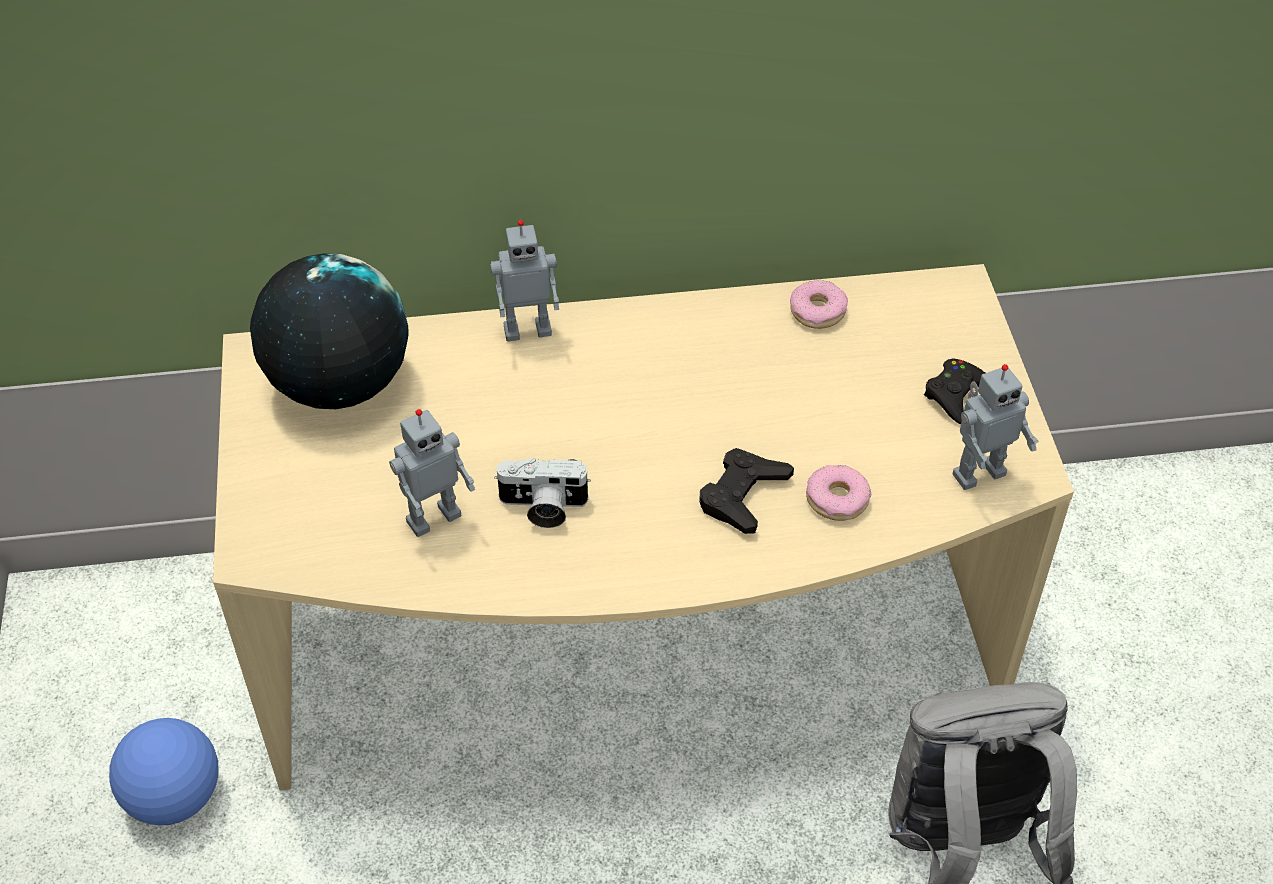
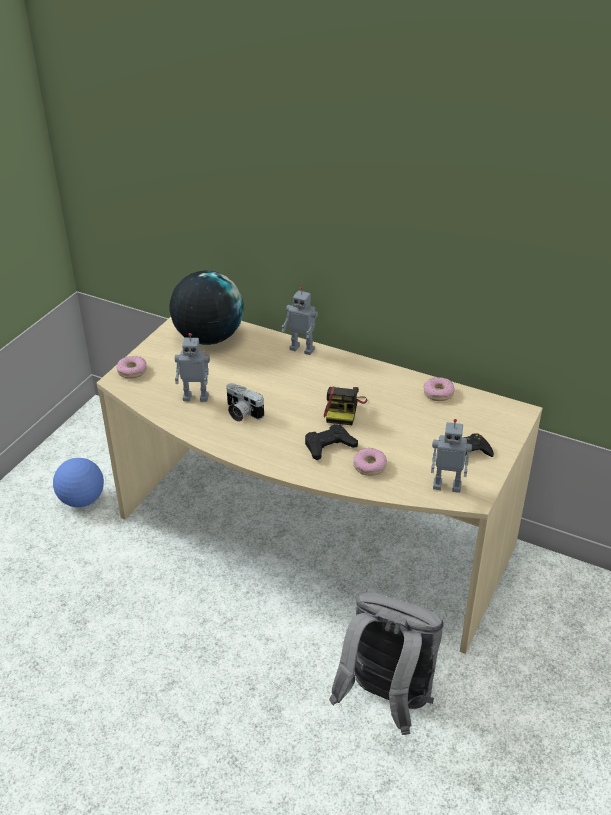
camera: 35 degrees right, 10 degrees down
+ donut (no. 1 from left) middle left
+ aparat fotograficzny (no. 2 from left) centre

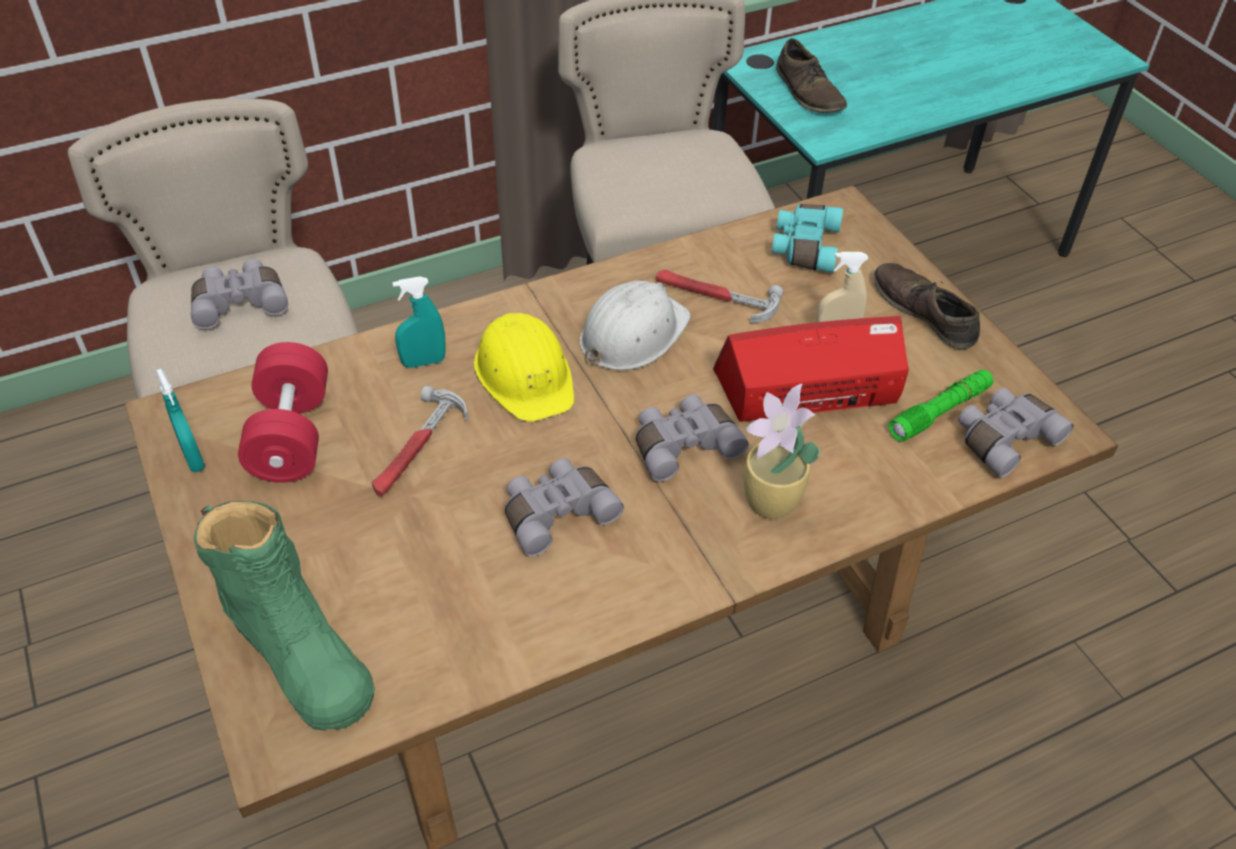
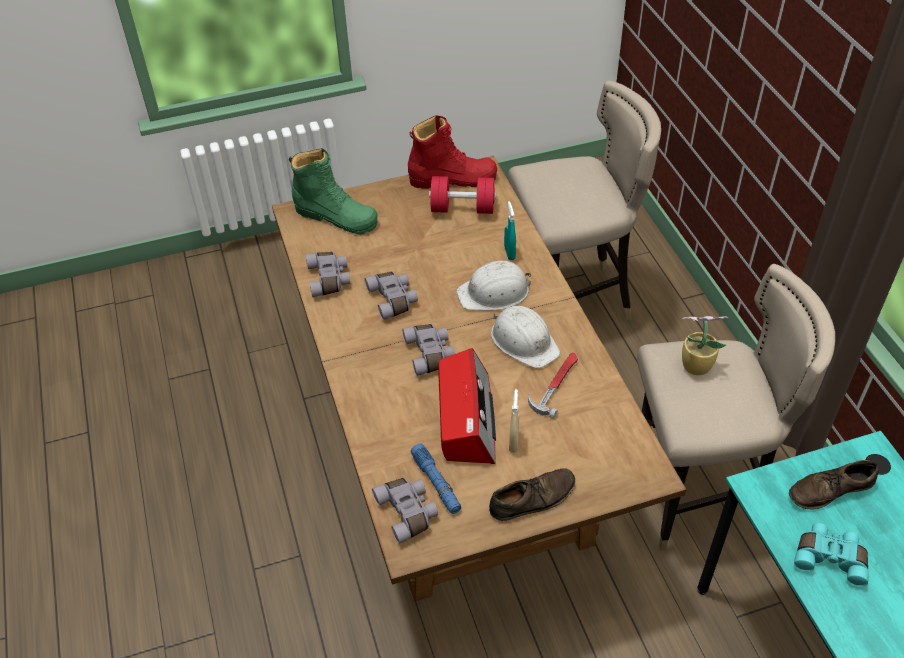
camera: 100 degrees right, 0 degrees up
~ spryskiwacz [turkusowy] (no. 1 from left) middle left to but z cholewką [czerwony] top centre
~ lornetka [szary] (no. 1 from left) middle left to centre
~ but z cholewką [zielony] bottom left = top centre 120 degrees counterclockwise
- młotek (no. 1 from left) centre
~ kask [żółty] centre to kask [biały] (no. 1 from left) centre
~ roślina doniczkowa centre to middle right
~ lornetka [turkusowy] top centre to bottom right
~ latarka [zielony] middle right to latarka [niebieski] bottom centre

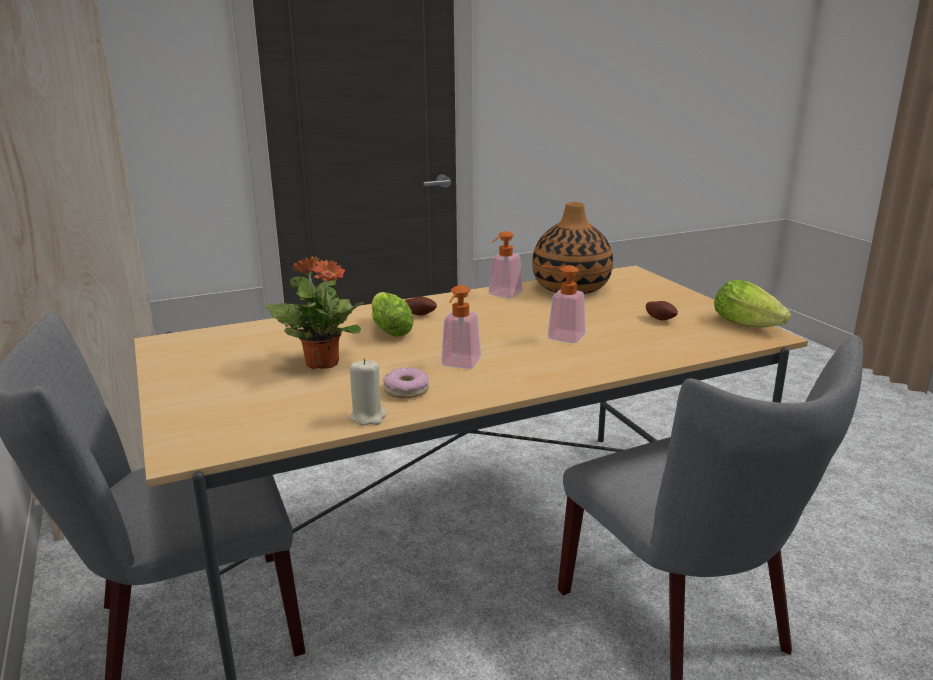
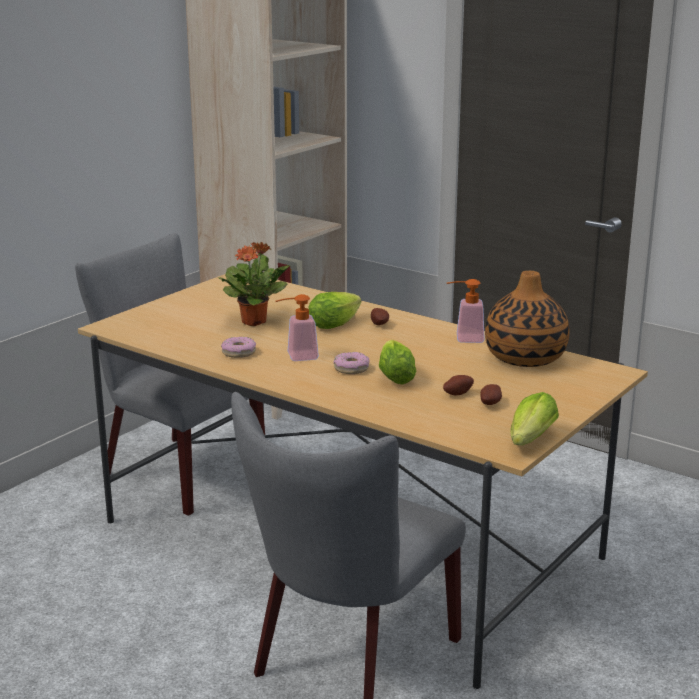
camera: 60 degrees right, 0 degrees up
- świeca [beżowy] centre
~ dozownik mydła (no. 3 from left) centre to sałata (no. 2 from left) centre
+ donut (no. 2 from left) centre
+ ziemniak (no. 2 from left) centre

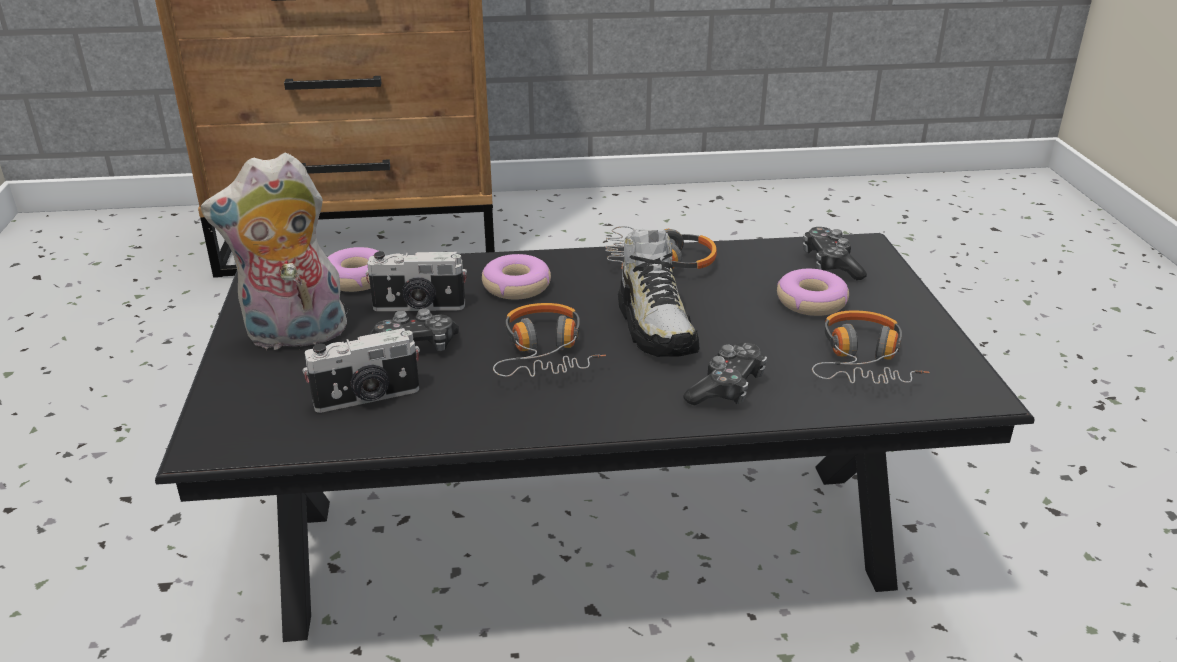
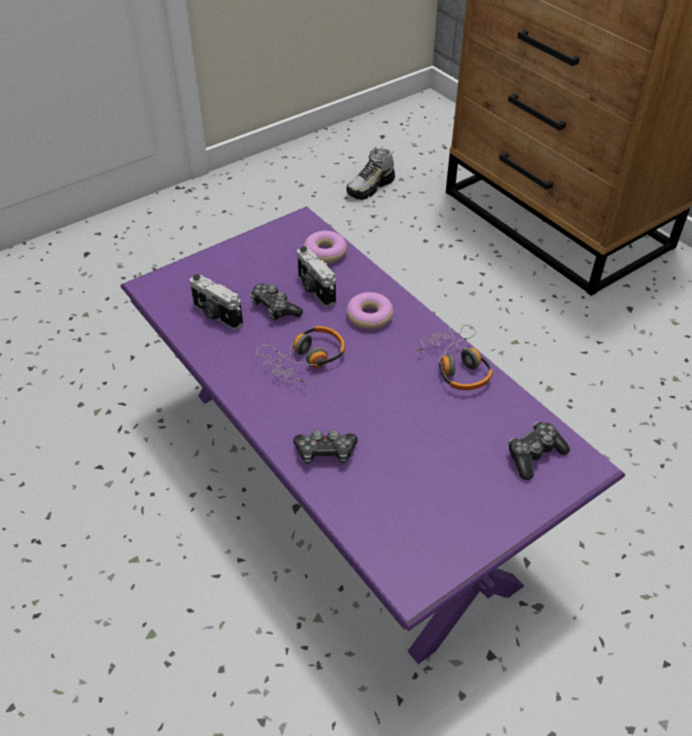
camera: 60 degrees right, 15 degrees up
~ ława [czarny] centre to ława [fioletowy] centre
- pluszak middle left
~ but centre to top centre
- donut (no. 3 from left) middle right
- słuchawki (no. 3 from left) middle right

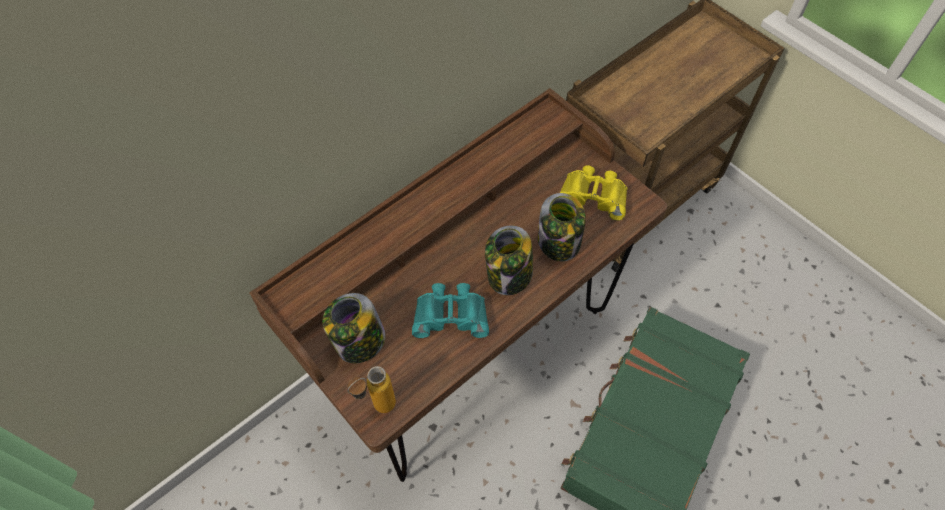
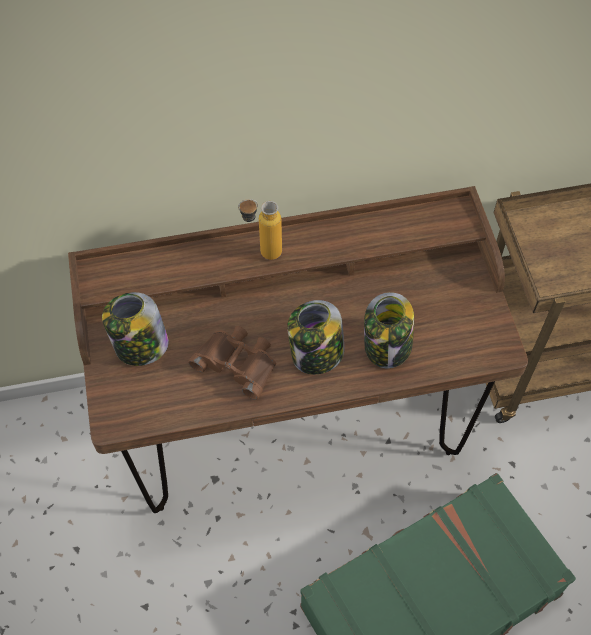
camera: 30 degrees right, 0 degrees up
~ butelka bottom centre to centre
~ lornetka [turkusowy] centre to lornetka [brązowy] centre
- lornetka [żółty] centre

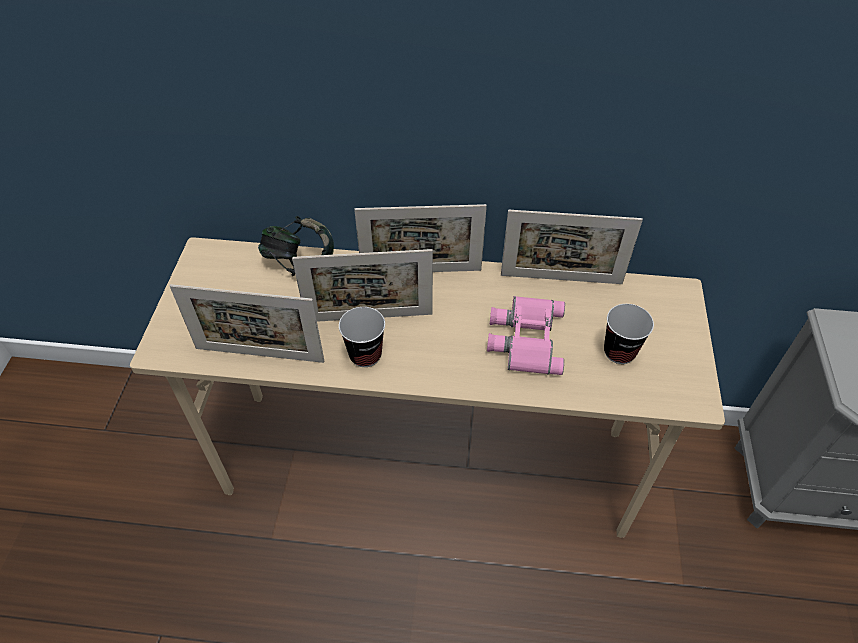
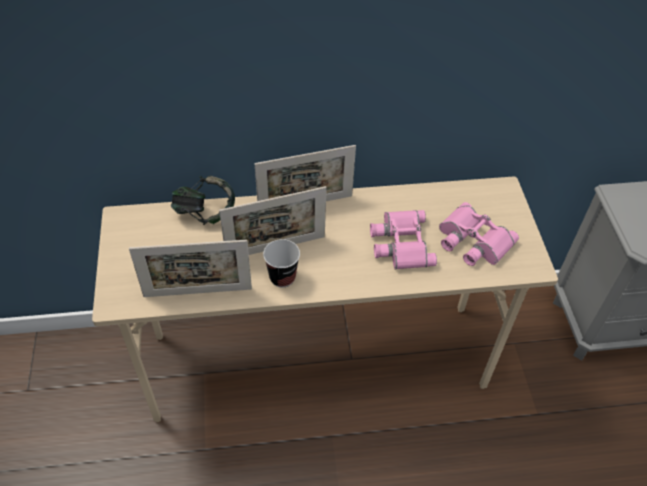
camera: 15 degrees left, 0 degrees up
- ramka na zdjęcie (no. 4 from left) middle right
~ filiżanka (no. 2 from left) middle right to lornetka [różowy] (no. 2 from left) middle right

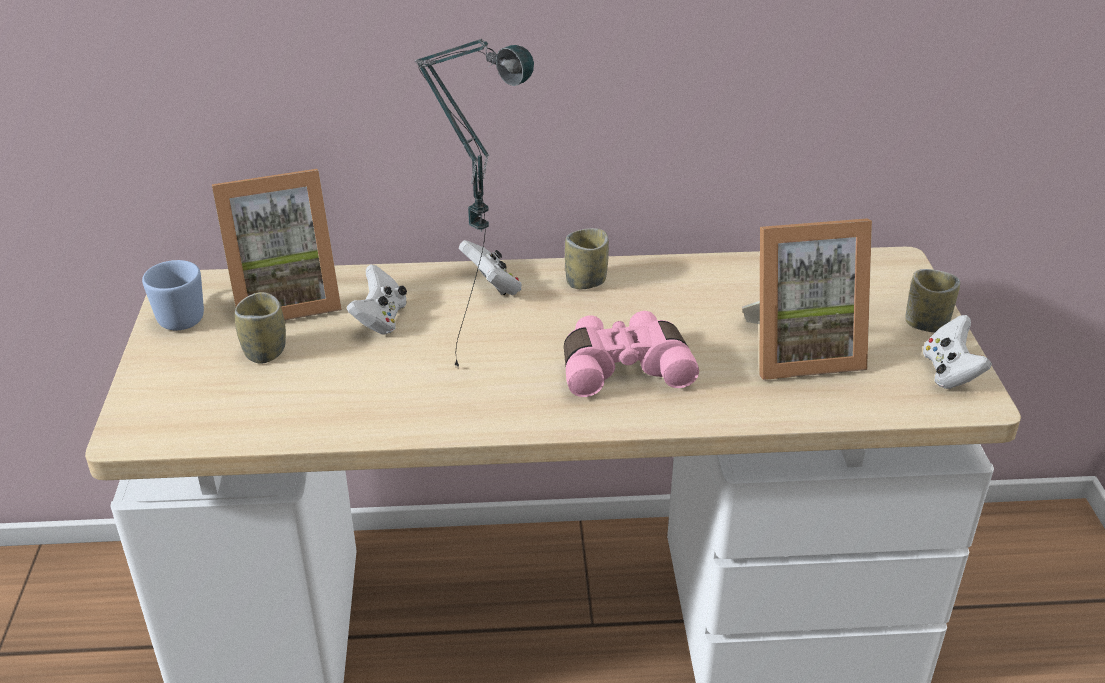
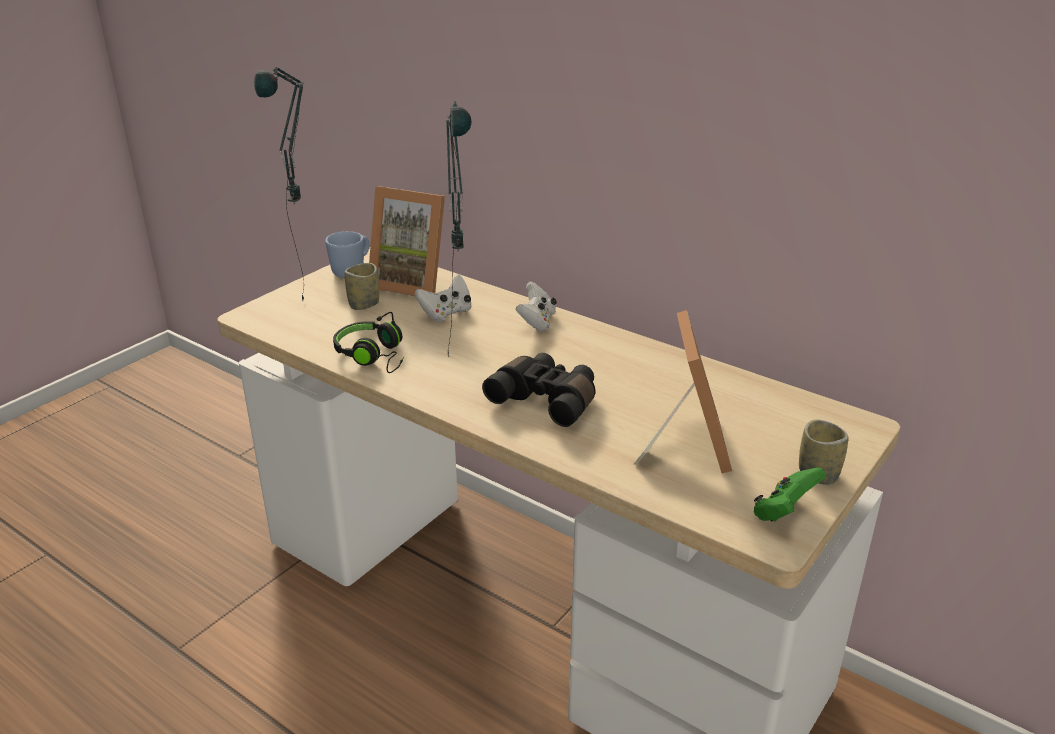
camera: 40 degrees right, 5 degrees down
~ lornetka [różowy] centre to lornetka [czarny] centre
- filiżanka (no. 2 from left) centre
~ ramka na zdjęcie (no. 2 from left) middle right = centre 120 degrees counterclockwise
~ pad do gier [biały] (no. 3 from left) middle right to pad do gier [zielony] bottom right
+ lampa stołowa (no. 1 from left) top left
+ słuchawki [czarny] centre

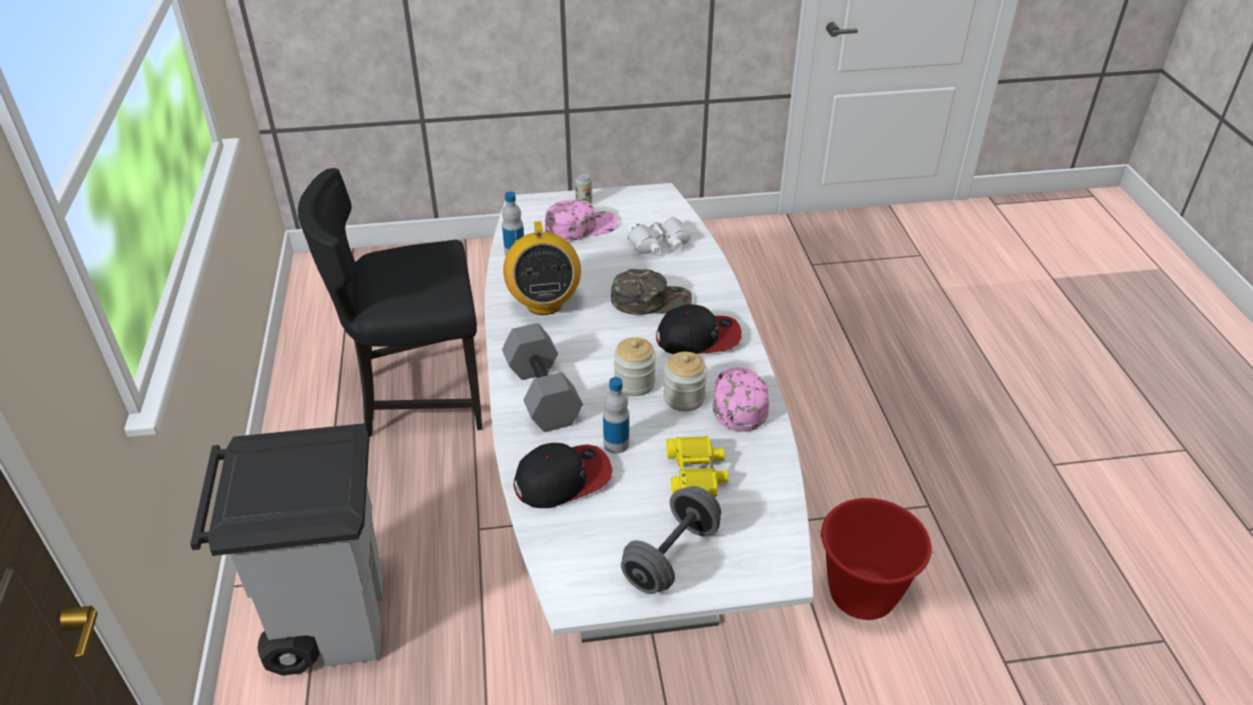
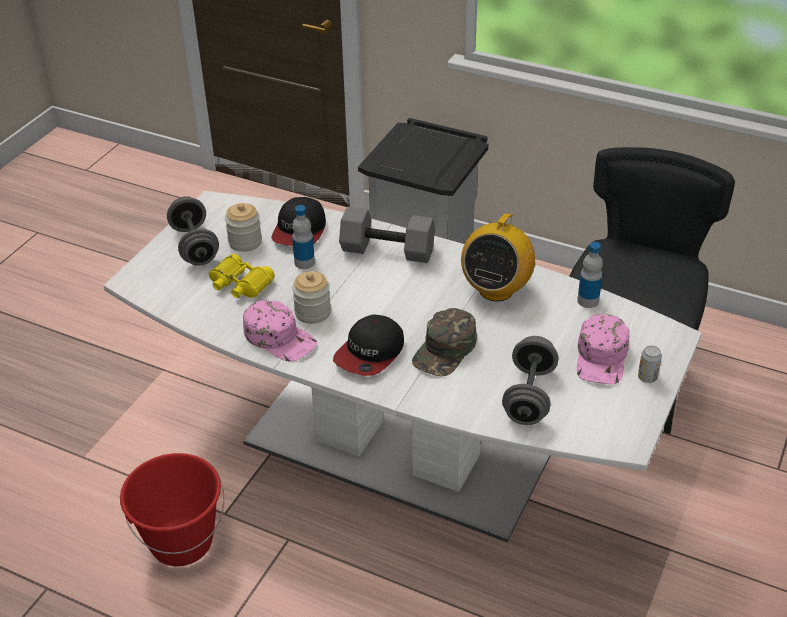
camera: 125 degrees right, 0 degrees up
~ radio centre = centre 90 degrees counterclockwise
~ słoik (no. 1 from left) centre to middle left
~ lornetka [biały] centre to hantel [szary] (no. 3 from left) middle right

